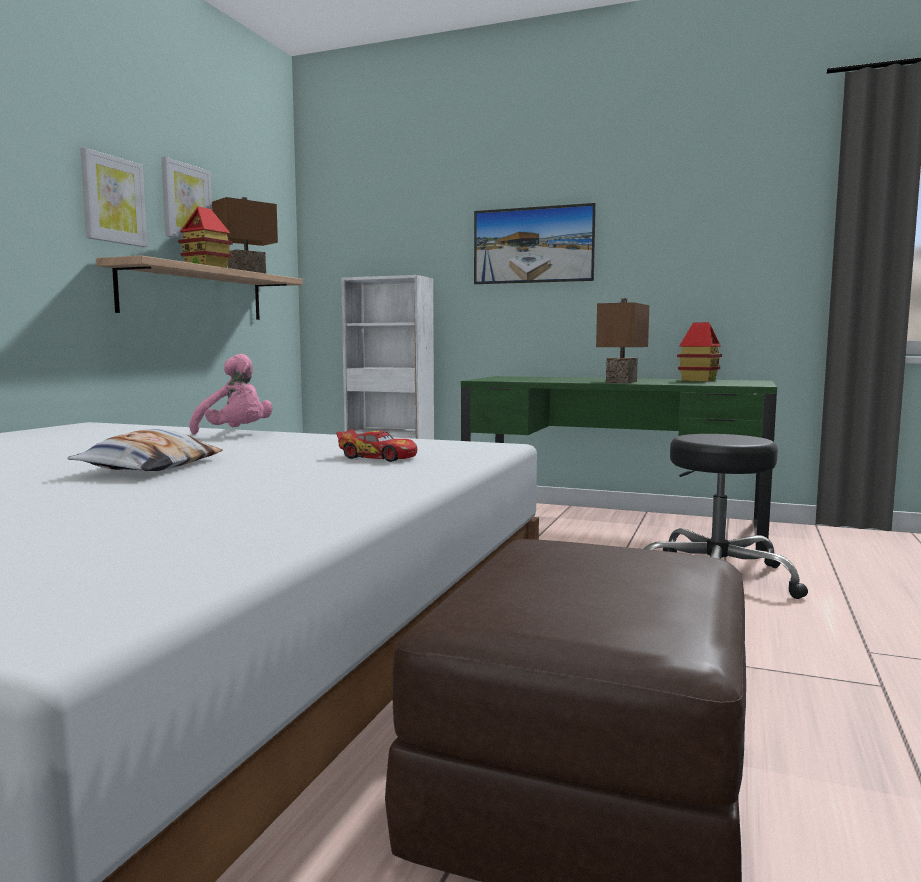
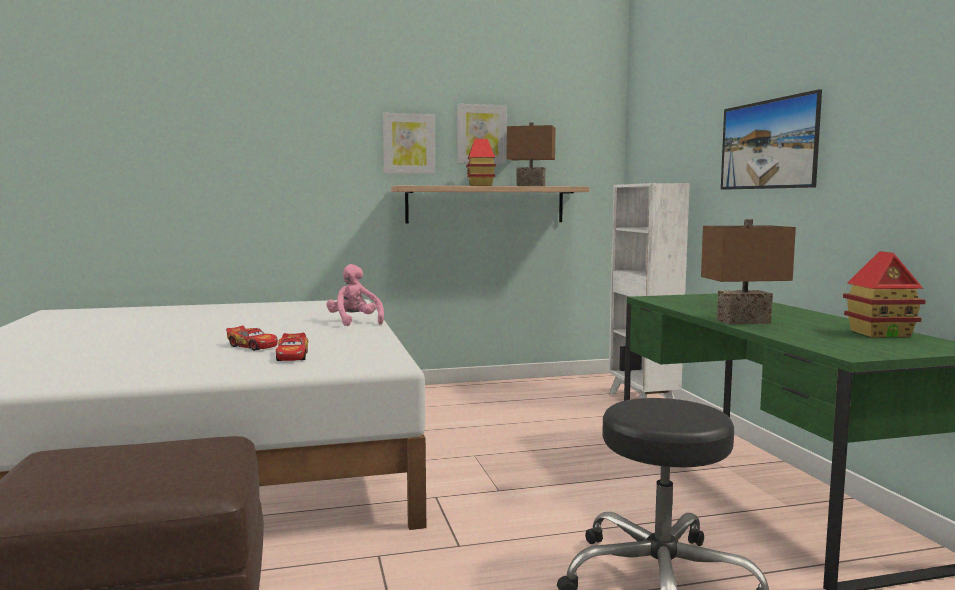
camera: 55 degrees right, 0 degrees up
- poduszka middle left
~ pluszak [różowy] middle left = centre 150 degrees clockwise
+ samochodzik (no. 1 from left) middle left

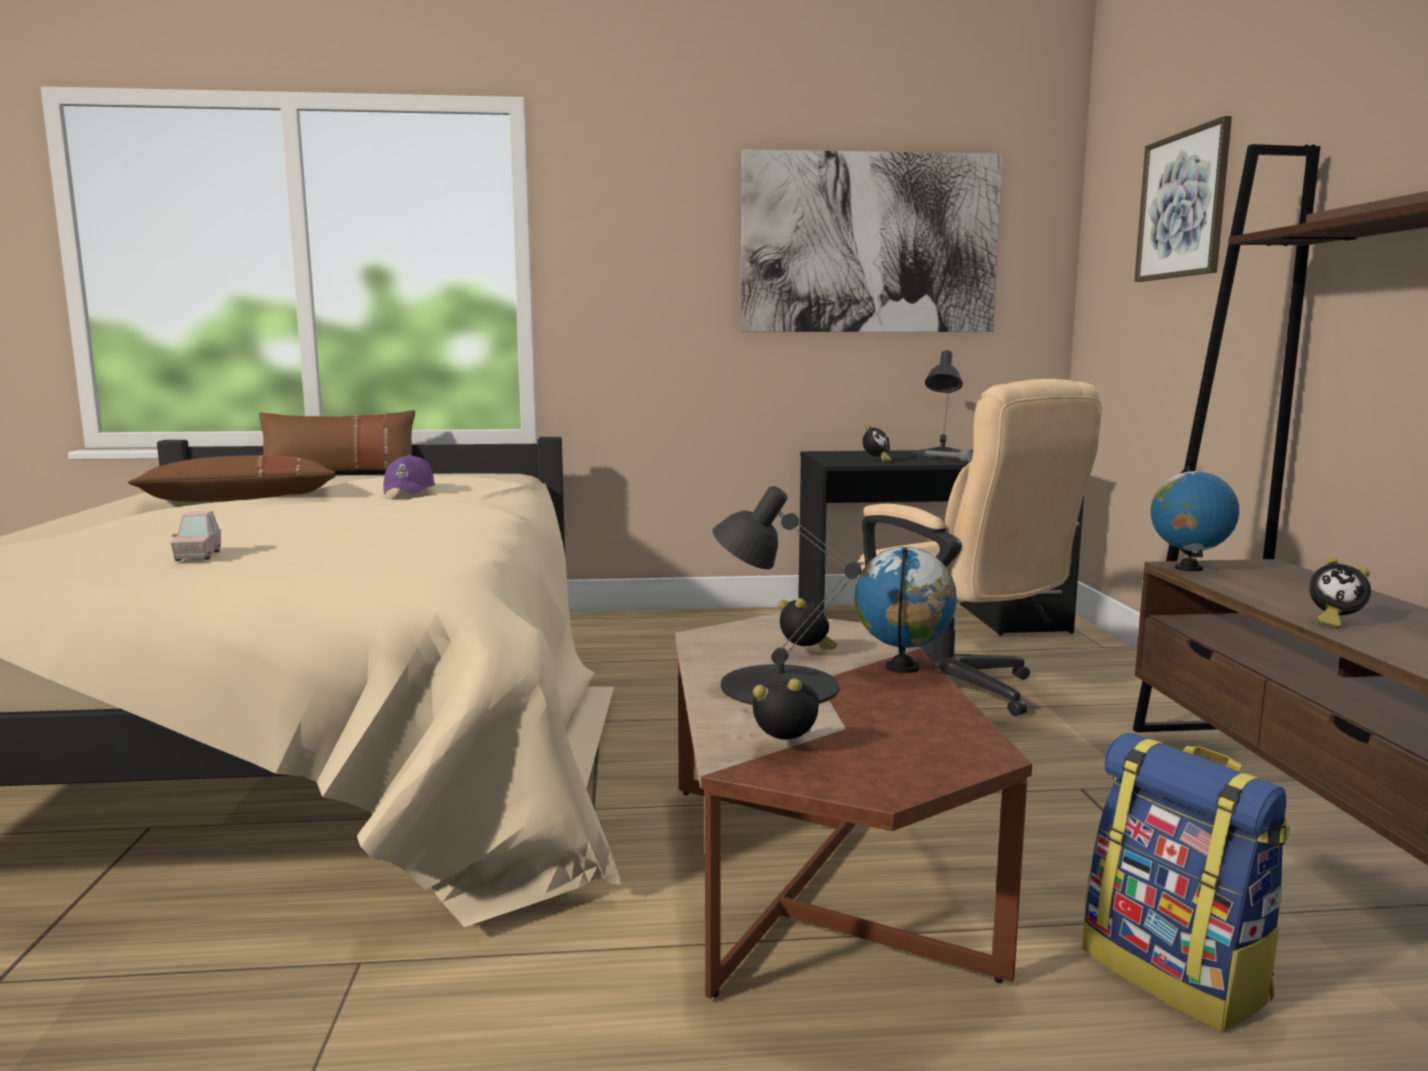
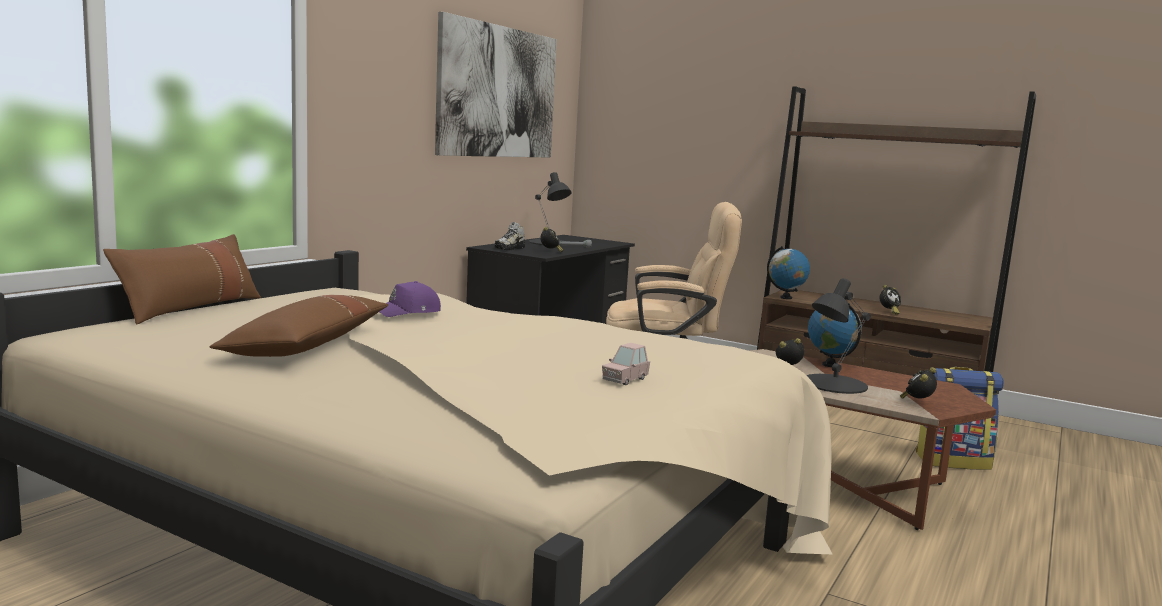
camera: 55 degrees left, 0 degrees up
~ samochodzik [różowy] middle left = centre 105 degrees clockwise
~ czapka z daszkiem [fioletowy] middle left = centre 105 degrees clockwise
- obraz (no. 2 from left) top right
+ but centre

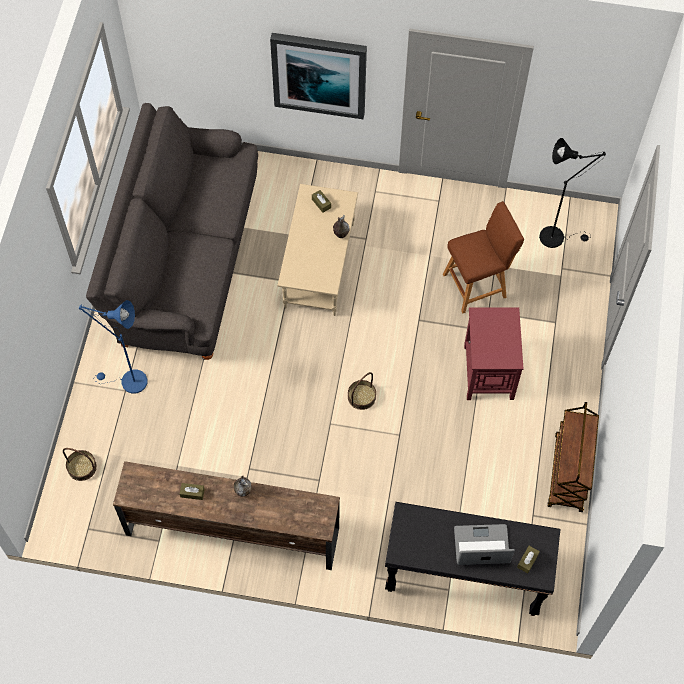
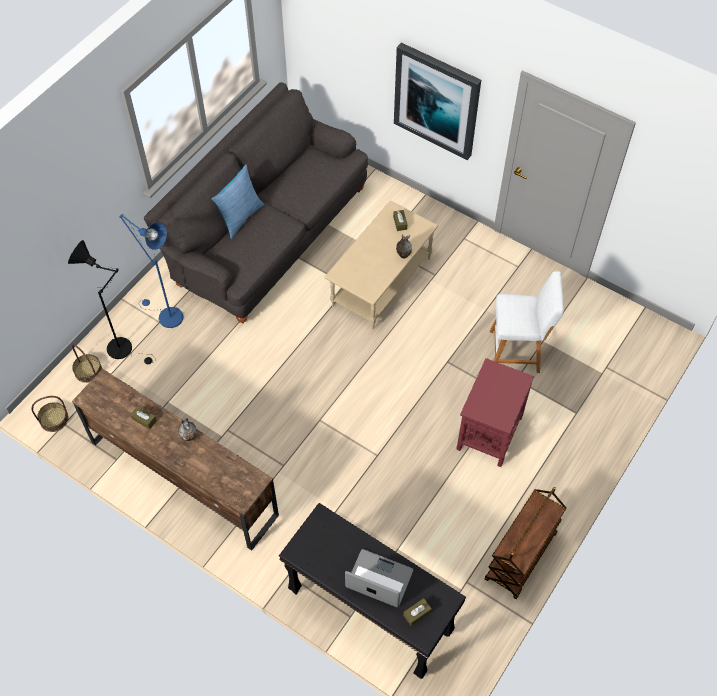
camera: 25 degrees right, 5 degrees down
~ koszyk (no. 2 from left in the first image) centre to koszyk (no. 1 from left) middle left
~ stołek [brązowy] middle right to stołek [biały] middle right
~ lampa stojąca [czarny] top right to middle left
+ poduszka top left

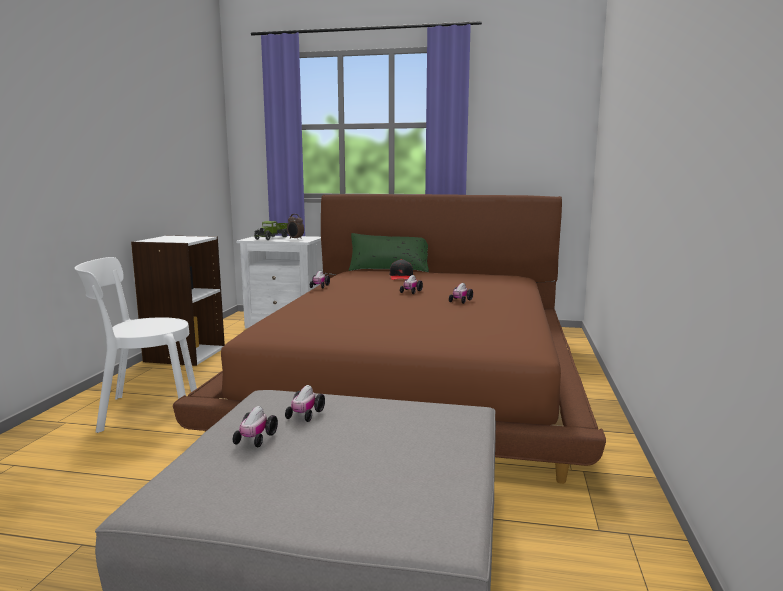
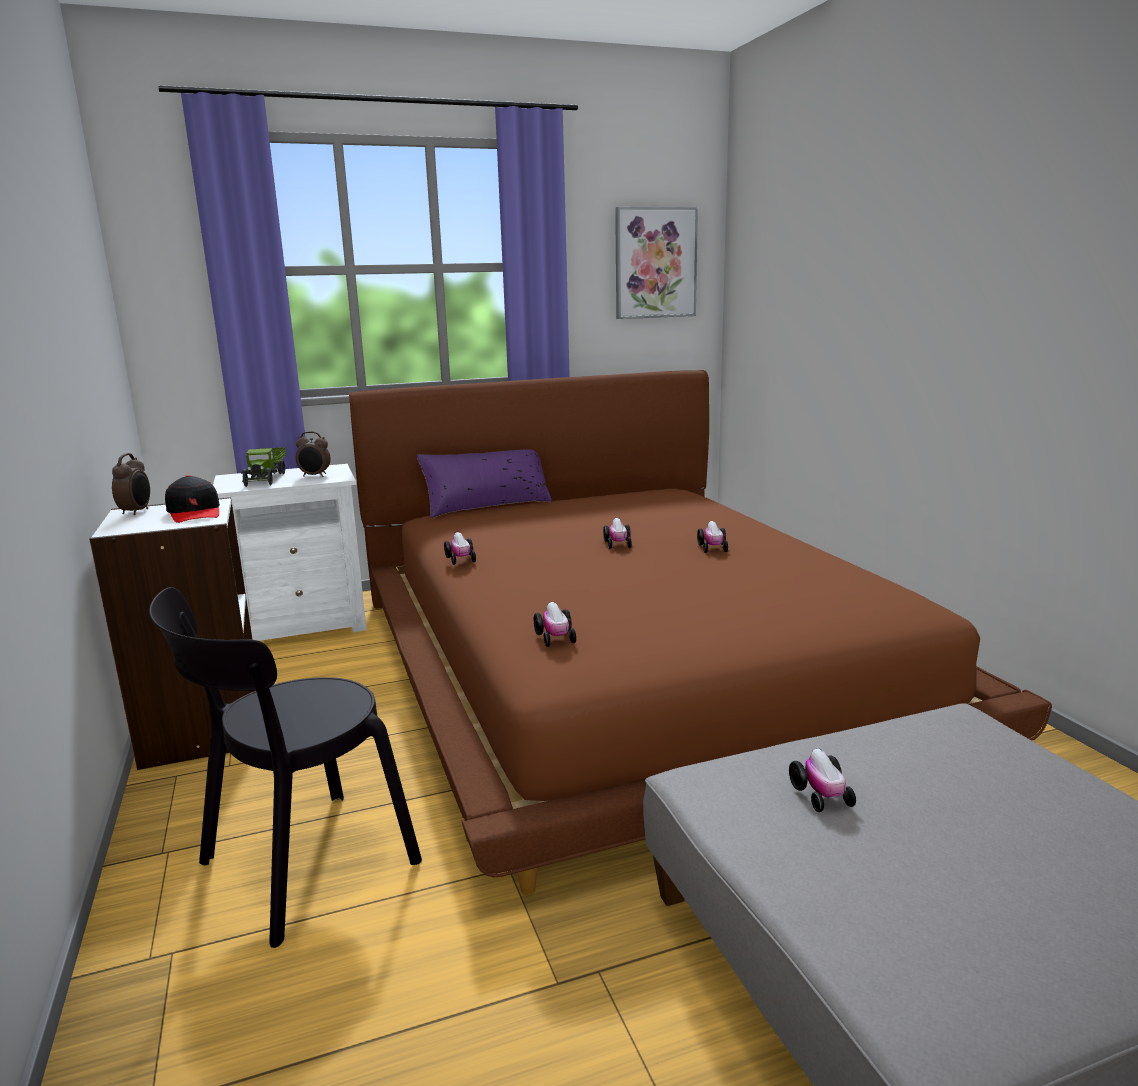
camera: 30 degrees left, 5 degrees up
~ krzesło [biały] middle left to krzesło [czarny] bottom left
~ samochodzik (no. 1 from left in the first image) bottom left to samochodzik (no. 2 from left) centre
~ poduszka [zielony] centre to poduszka [fioletowy] centre
~ czapka z daszkiem [czarny] centre to middle left
+ budzik (no. 1 from left) middle left
+ obraz top centre

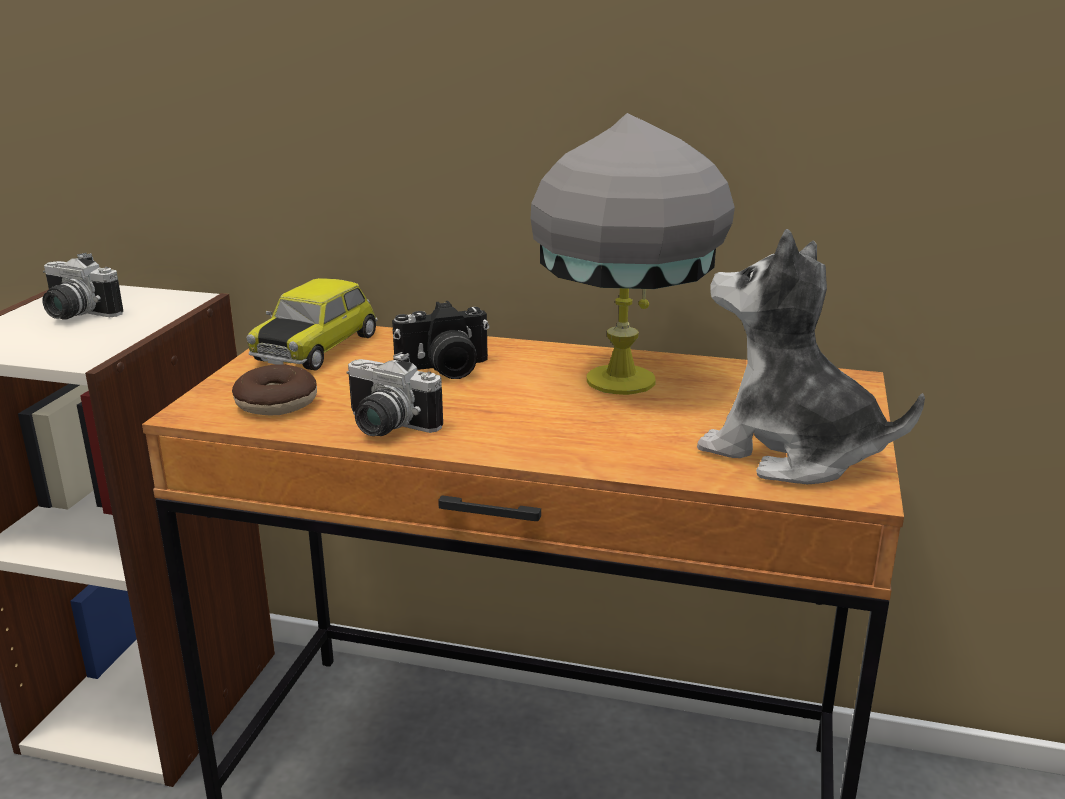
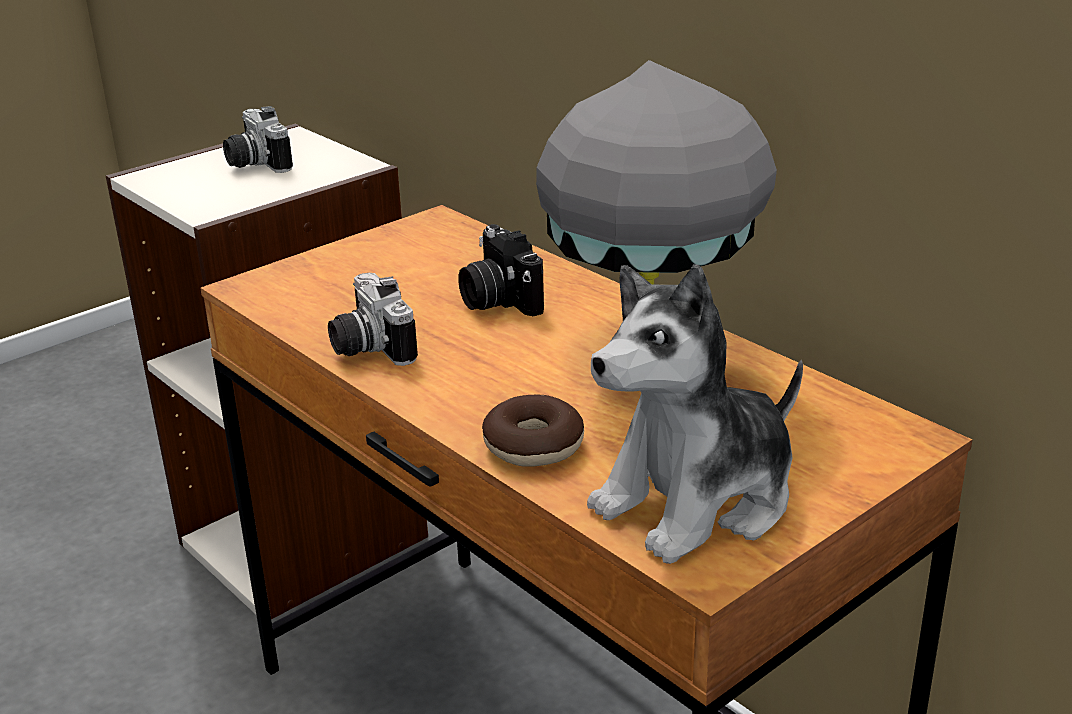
camera: 35 degrees right, 5 degrees up
~ donut middle left to centre
- samochodzik middle left
~ aparat fotograficzny (no. 3 from left) centre = centre 45 degrees clockwise
~ pluszak middle right = centre 105 degrees counterclockwise

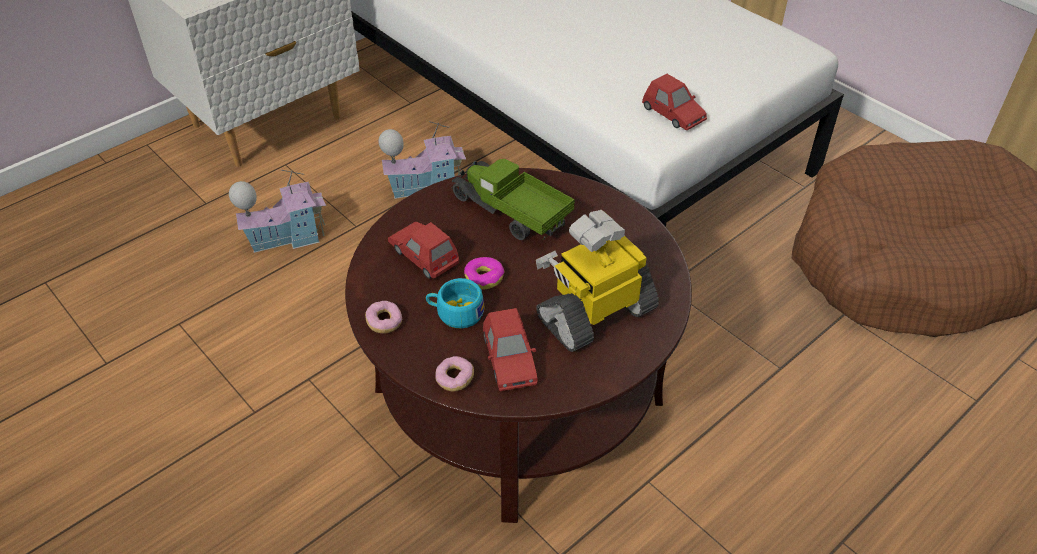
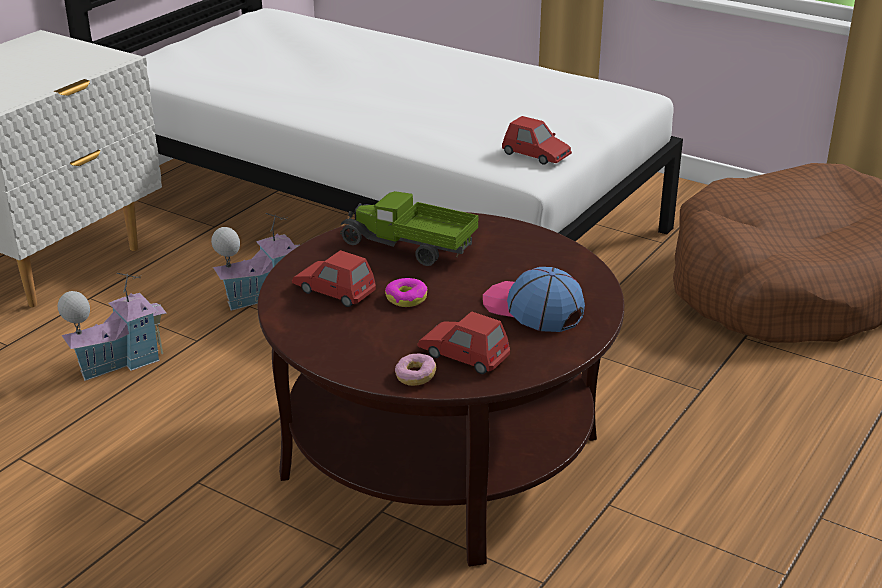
camera: 15 degrees left, 15 degrees down
- donut (no. 1 from left) centre
- filiżanka [turkusowy] centre
~ samochodzik [czerwony] (no. 2 from left) centre = centre 150 degrees clockwise
~ robot zabawkowy centre to czapka z daszkiem centre

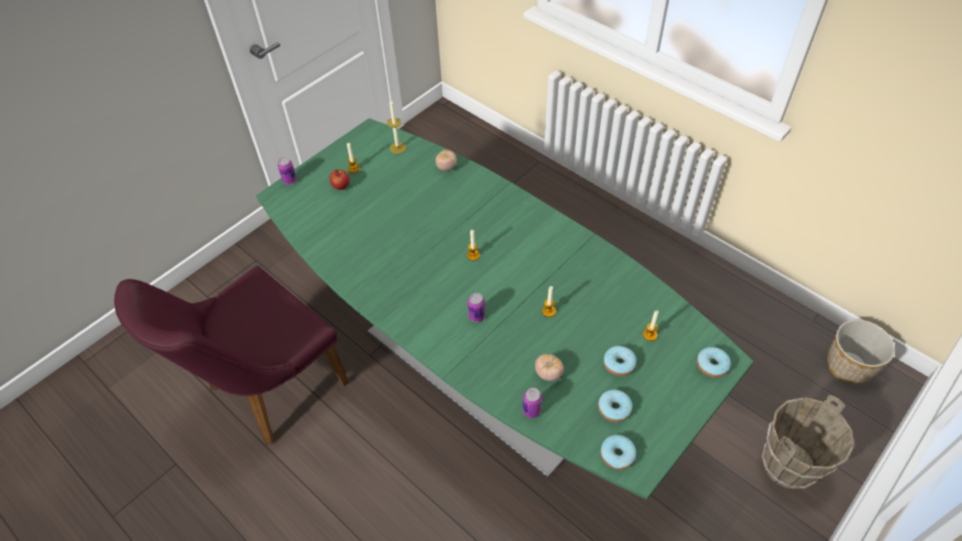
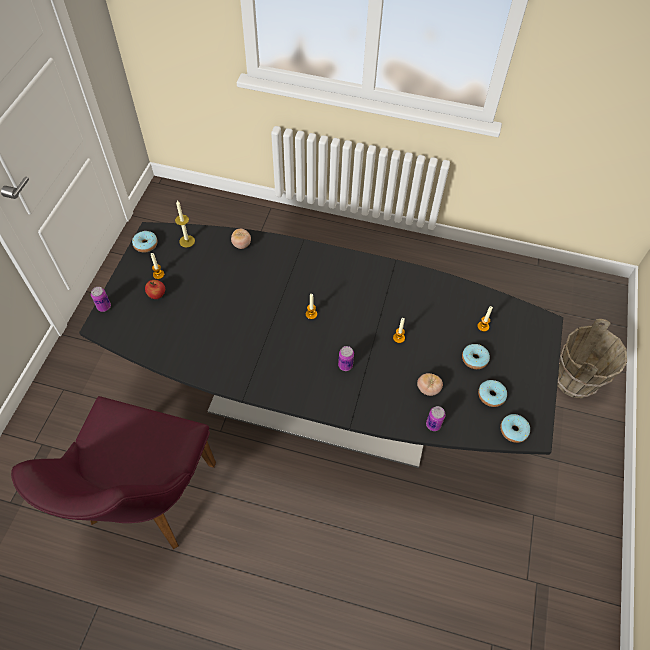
camera: 30 degrees left, 5 degrees up
~ stół jadalny [zielony] centre to stół jadalny [czarny] centre
~ donut (no. 4 from left in the first image) bottom right to donut (no. 1 from left) middle left
- donica middle right

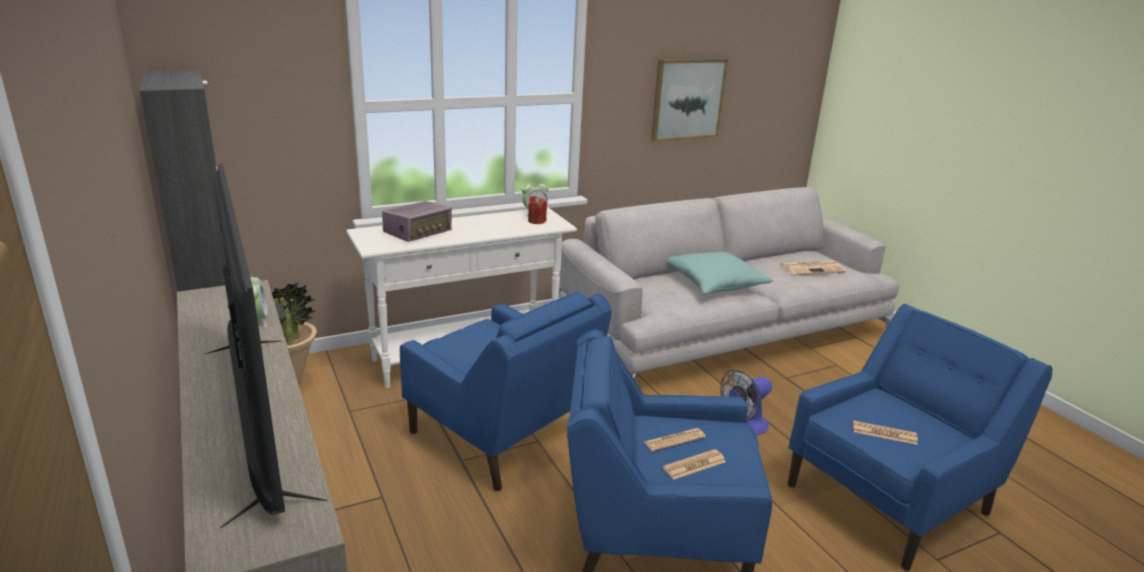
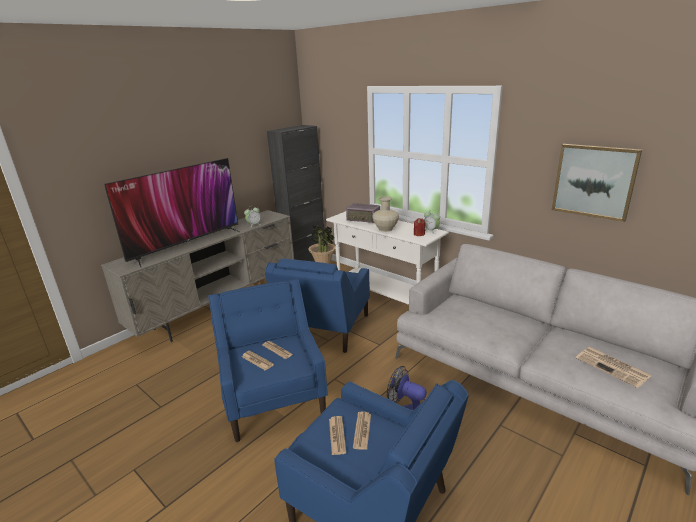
camera: 70 degrees right, 0 degrees up
- poduszka [turkusowy] centre
+ gazeta (no. 4 from left) bottom centre
+ wazon [beżowy] centre

